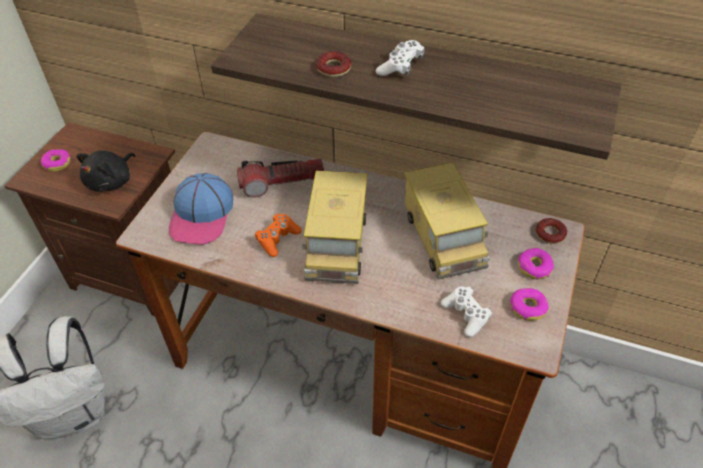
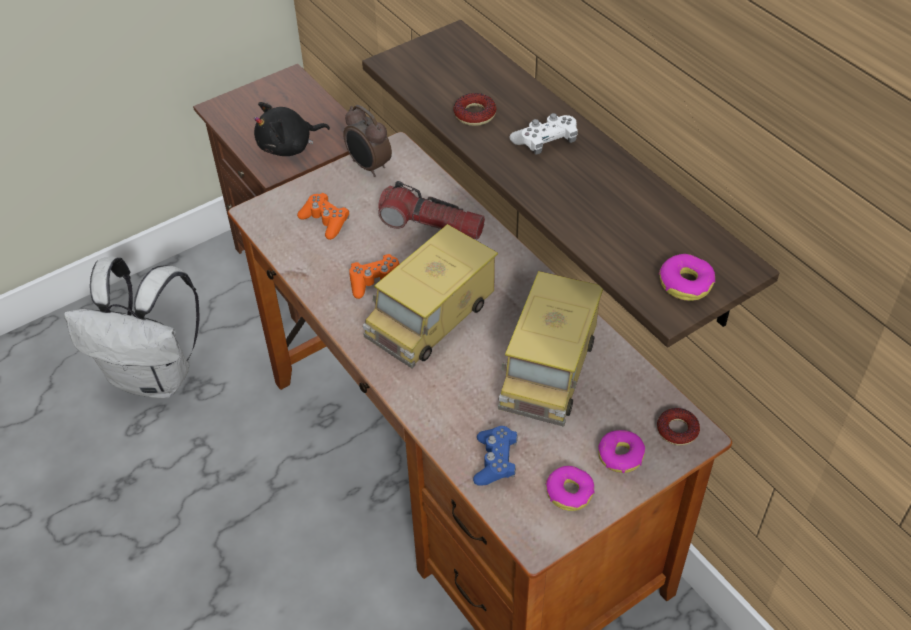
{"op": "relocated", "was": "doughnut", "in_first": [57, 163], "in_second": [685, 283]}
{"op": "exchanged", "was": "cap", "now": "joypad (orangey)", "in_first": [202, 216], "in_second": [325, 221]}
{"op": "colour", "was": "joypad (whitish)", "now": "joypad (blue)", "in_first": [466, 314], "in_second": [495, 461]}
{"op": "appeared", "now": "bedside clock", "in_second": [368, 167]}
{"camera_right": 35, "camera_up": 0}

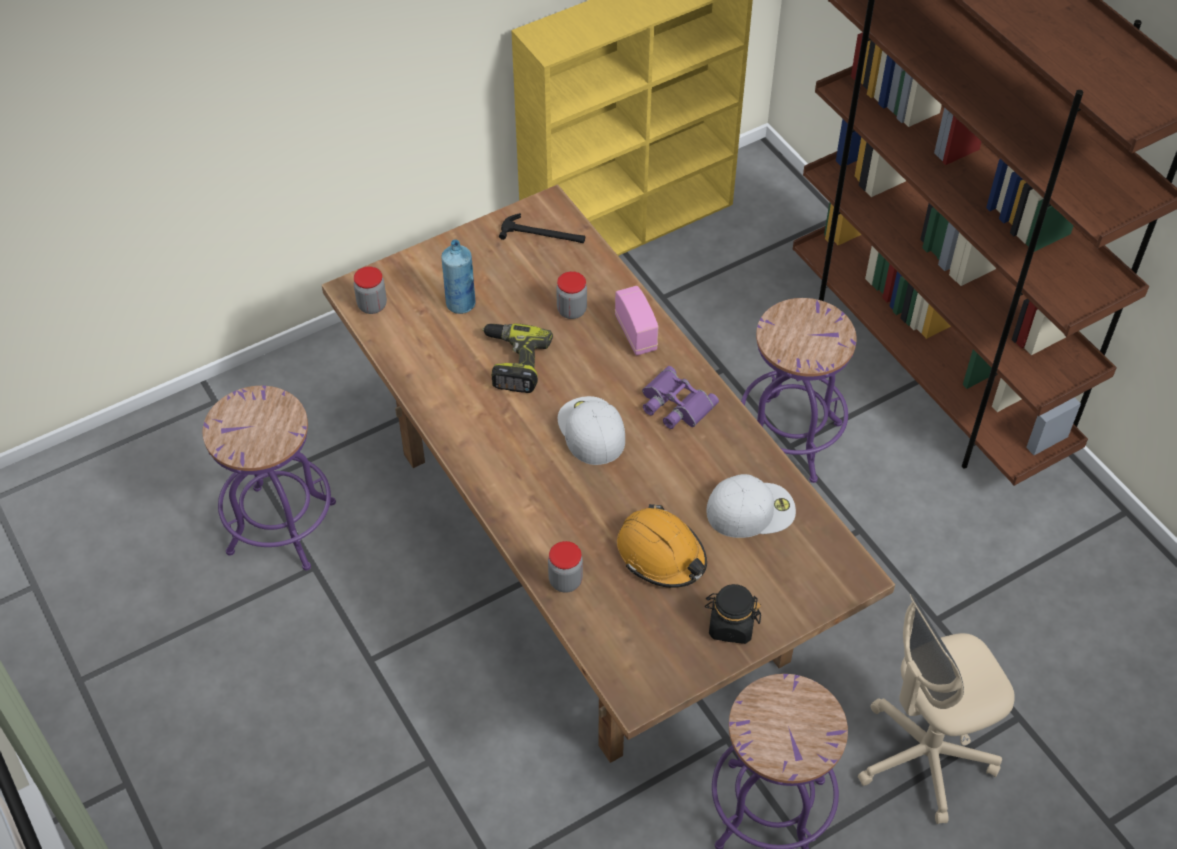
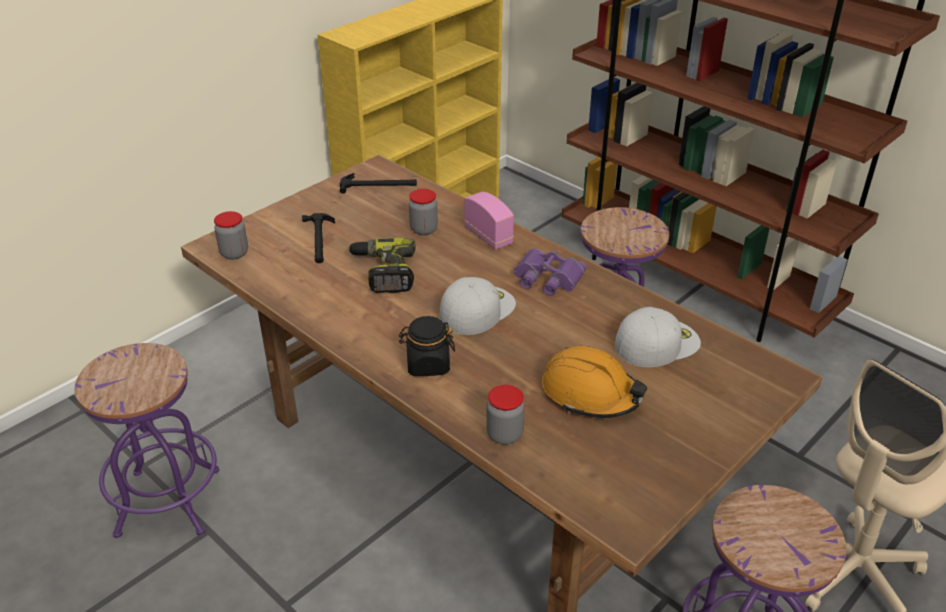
{"op": "exchanged", "was": "beverage bottle (blue)", "now": "hand hammer", "in_first": [460, 304], "in_second": [319, 240]}
{"op": "spun", "was": "cap (whitish)", "in_first": [590, 430], "in_second": [477, 309], "clockwise": 75}
{"op": "relocated", "was": "preserve jar (blackish)", "in_first": [731, 625], "in_second": [427, 364]}
{"camera_right": -15, "camera_up": -15}

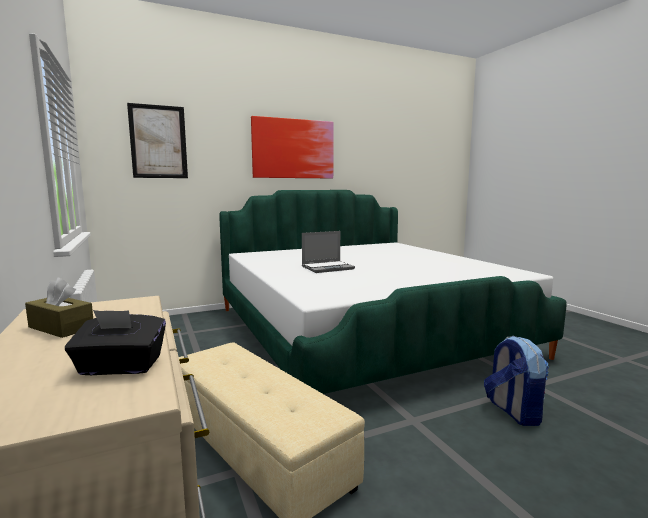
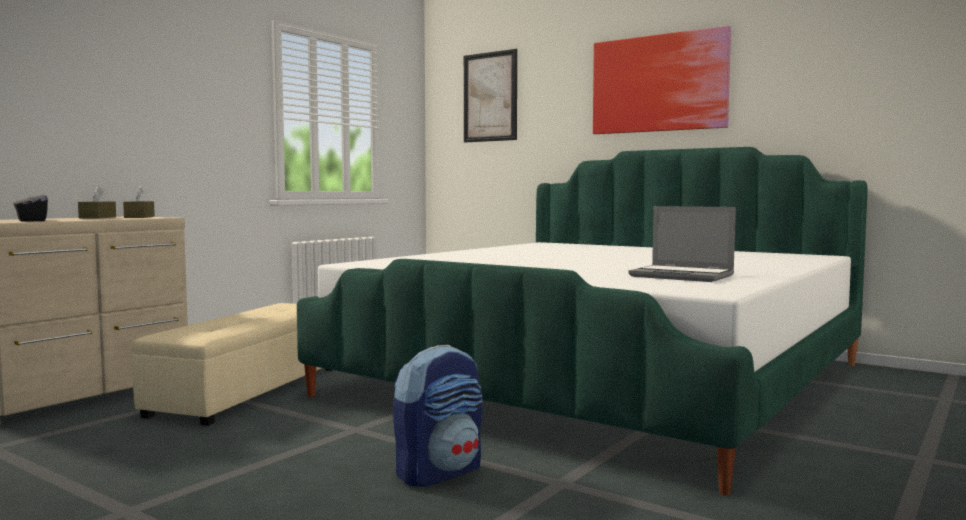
{"op": "relocated", "was": "notebook computer", "in_first": [328, 268], "in_second": [683, 276]}
{"op": "appeared", "now": "box of tissues (brown)", "in_second": [139, 217]}
{"camera_right": 60, "camera_up": -5}

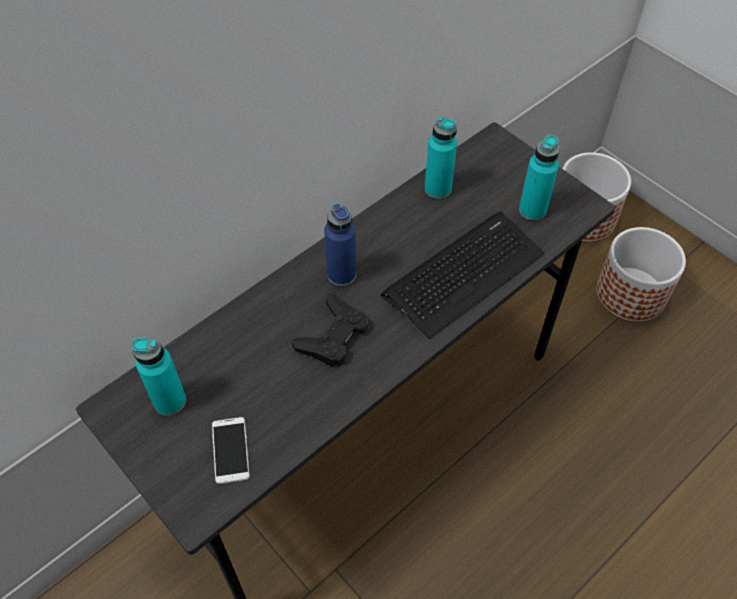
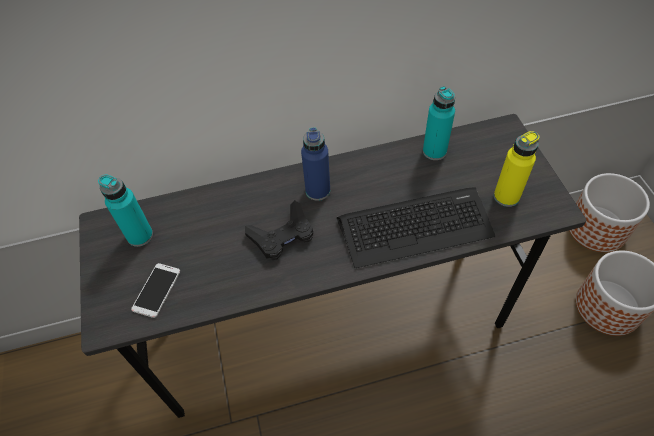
{"op": "colour", "was": "beverage bottle (blue-green)", "now": "beverage bottle (yellow)", "in_first": [532, 210], "in_second": [506, 196]}
{"camera_right": 30, "camera_up": 0}

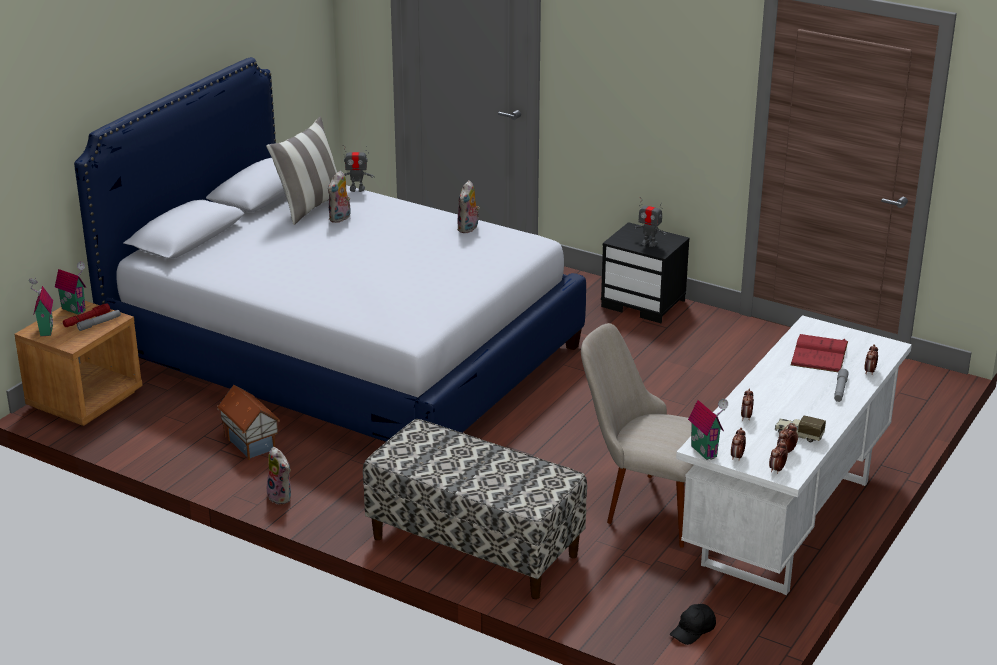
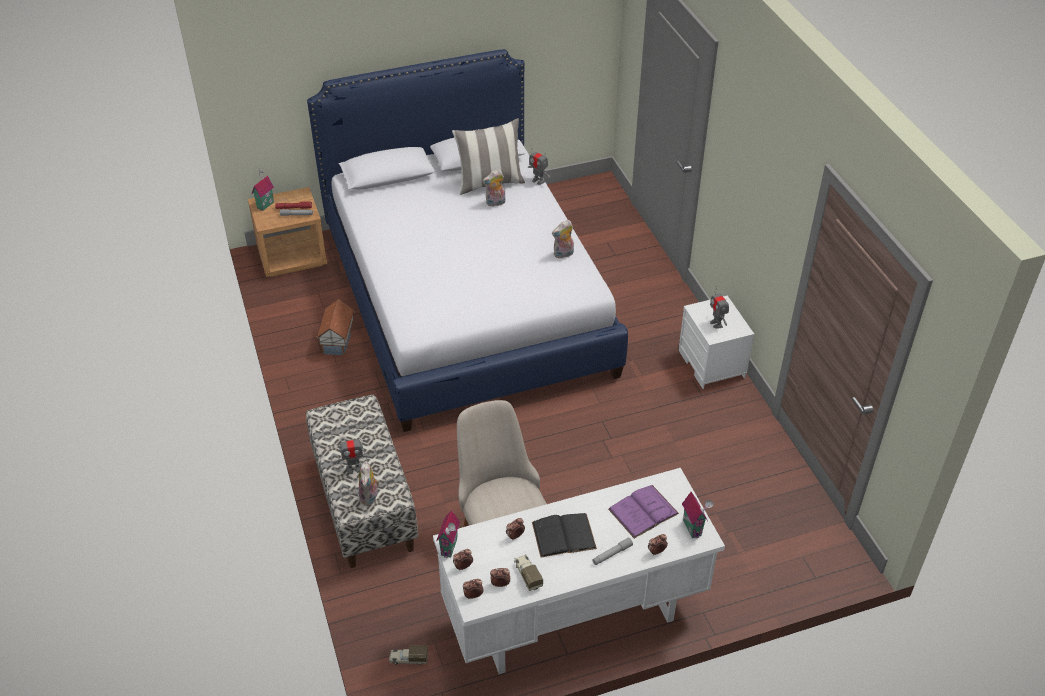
{"op": "relocated", "was": "miniature house", "in_first": [75, 309], "in_second": [694, 528]}
{"op": "relocated", "was": "cuddly toy", "in_first": [281, 497], "in_second": [370, 497]}
{"op": "colour", "was": "nightstand (blackish)", "now": "nightstand (whitish)", "in_first": [644, 303], "in_second": [712, 364]}
{"op": "exchanged", "was": "cap (blackish)", "now": "model truck", "in_first": [693, 631], "in_second": [408, 659]}
{"op": "colour", "was": "bound book (red-coloured)", "now": "bound book (purple)", "in_first": [819, 353], "in_second": [643, 511]}
{"op": "appeared", "now": "toy robot", "in_second": [354, 468]}
{"op": "appeared", "now": "bound book (blackish)", "in_second": [563, 535]}
{"camera_right": 40, "camera_up": 15}

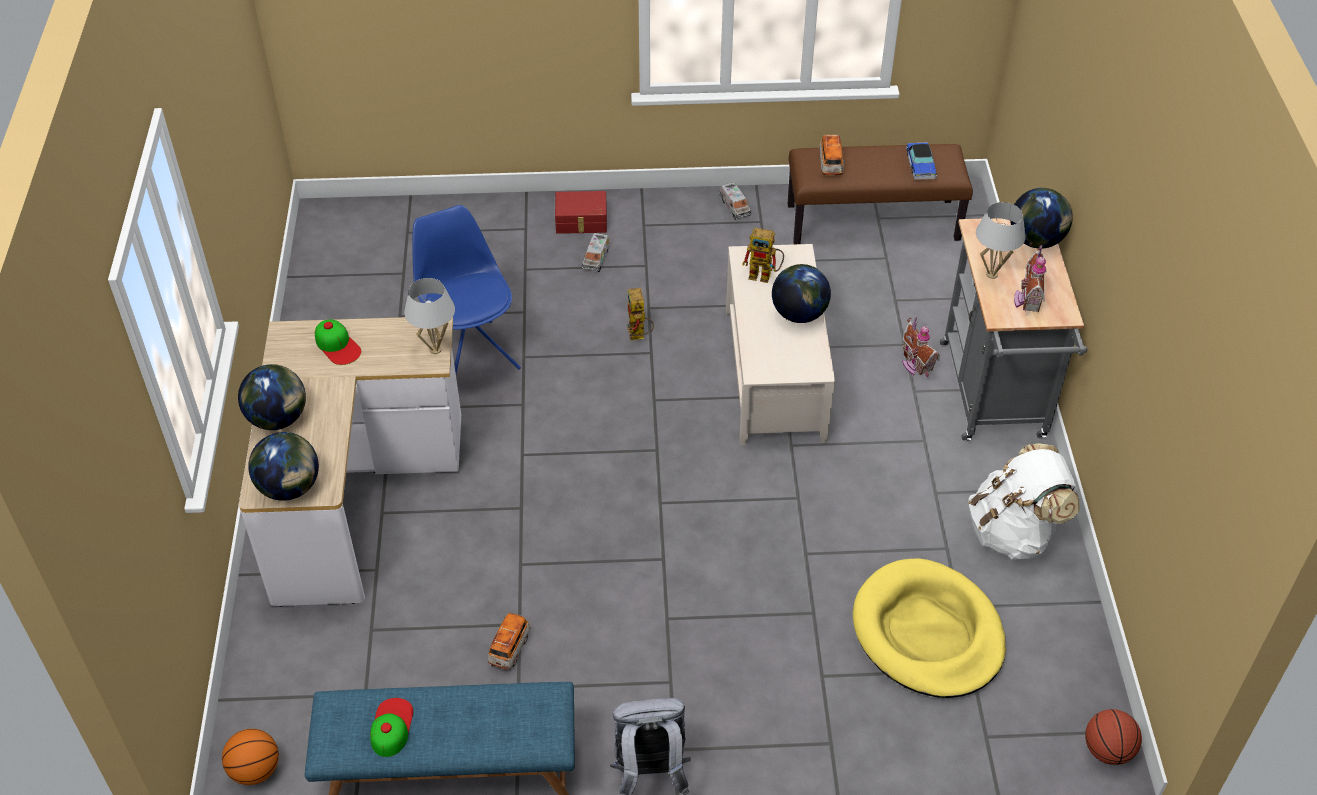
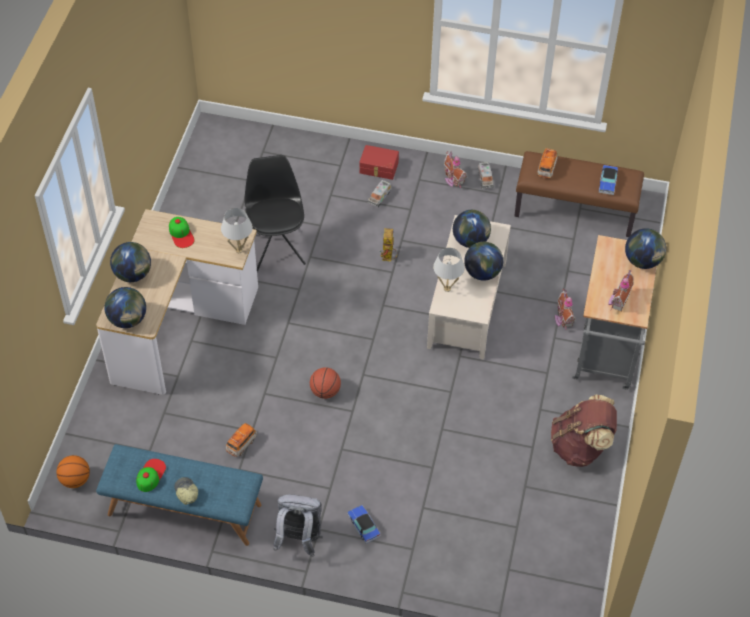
{"op": "colour", "was": "chair (blue)", "now": "chair (blackish)", "in_first": [471, 355], "in_second": [277, 248]}
{"op": "exchanged", "was": "toy robot", "now": "desk globe", "in_first": [765, 275], "in_second": [470, 240]}
{"op": "missing", "was": "dog cushion (yellow)", "in_first": [927, 633]}
{"op": "colour", "was": "knapsack (whitish)", "now": "knapsack (brown)", "in_first": [1013, 532], "in_second": [580, 447]}
{"op": "relocated", "was": "table lamp (whitish)", "in_first": [992, 275], "in_second": [447, 289]}
{"op": "relocated", "was": "basketball ball", "in_first": [1107, 750], "in_second": [325, 391]}
{"op": "appeared", "now": "cap", "in_second": [186, 492]}
{"op": "appeared", "now": "model car", "in_second": [363, 526]}
{"op": "appeared", "now": "miniature house", "in_second": [453, 180]}
{"camera_right": 15, "camera_up": 5}

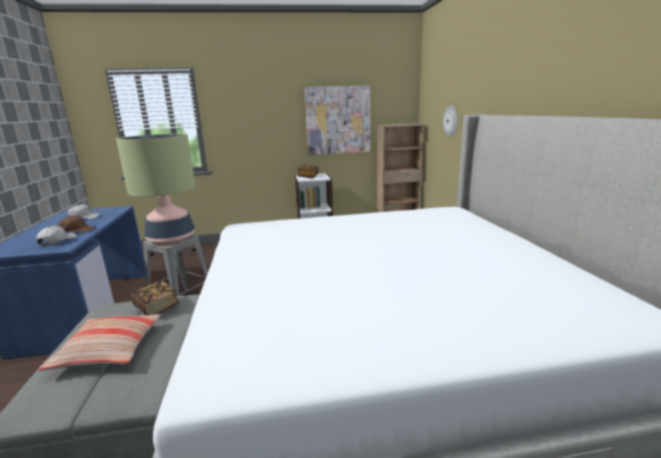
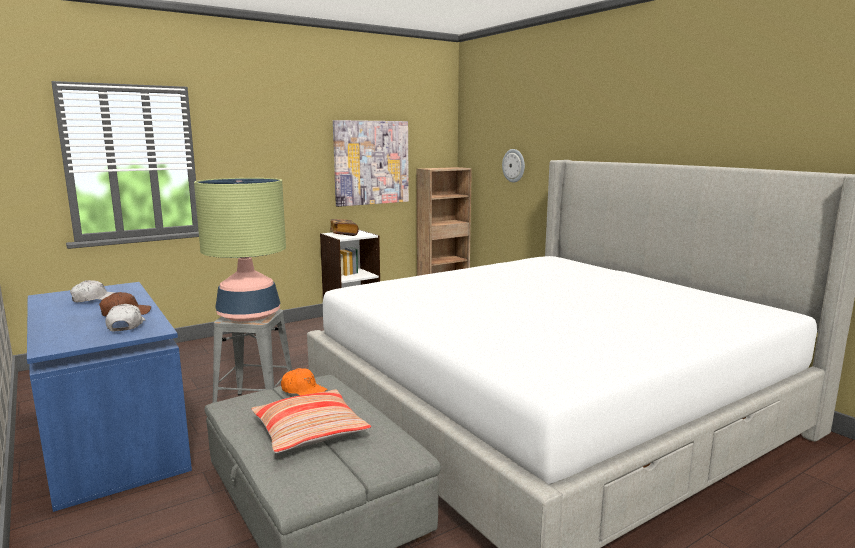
{"op": "exchanged", "was": "bound book", "now": "cap (orangey)", "in_first": [157, 308], "in_second": [303, 391]}
{"camera_right": -25, "camera_up": -5}

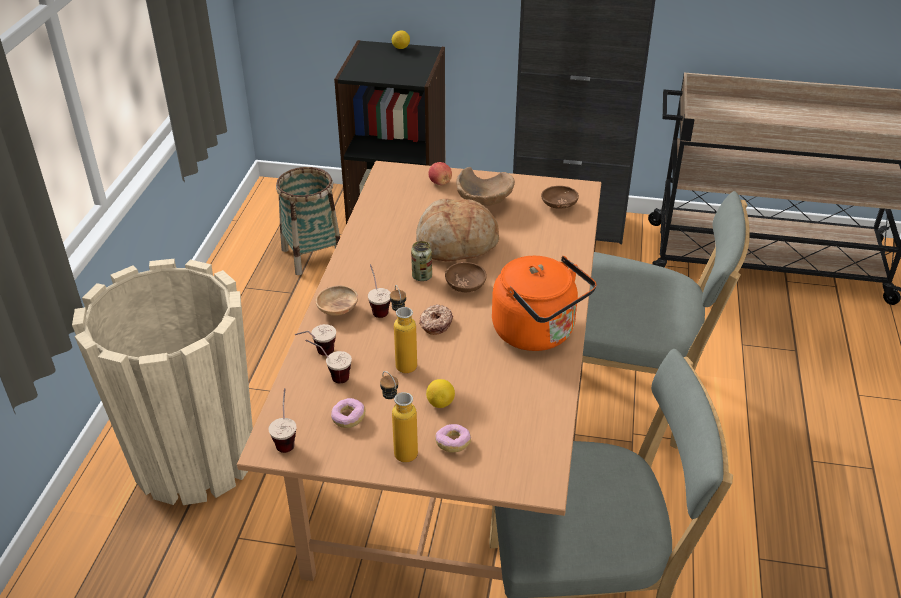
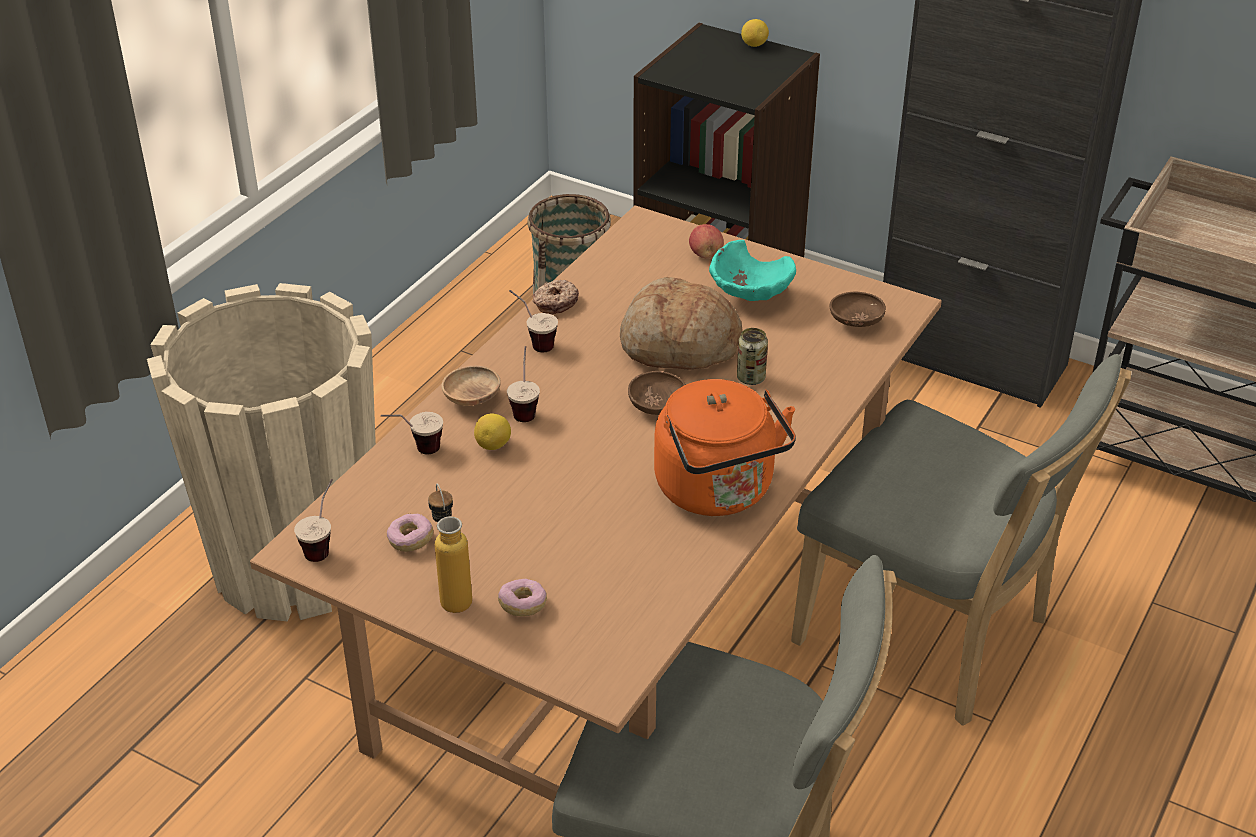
{"op": "relocated", "was": "small cup", "in_first": [330, 376], "in_second": [533, 342]}
{"op": "missing", "was": "beverage bottle", "in_first": [403, 361]}
{"op": "relocated", "was": "can", "in_first": [422, 276], "in_second": [751, 378]}
{"op": "relocated", "was": "doughnut", "in_first": [435, 324], "in_second": [555, 302]}
{"op": "relocated", "was": "lemon", "in_first": [440, 403], "in_second": [493, 445]}
{"op": "colour", "was": "deep dish (brown)", "now": "deep dish (blue-green)", "in_first": [483, 204], "in_second": [749, 297]}
{"camera_right": 20, "camera_up": 0}

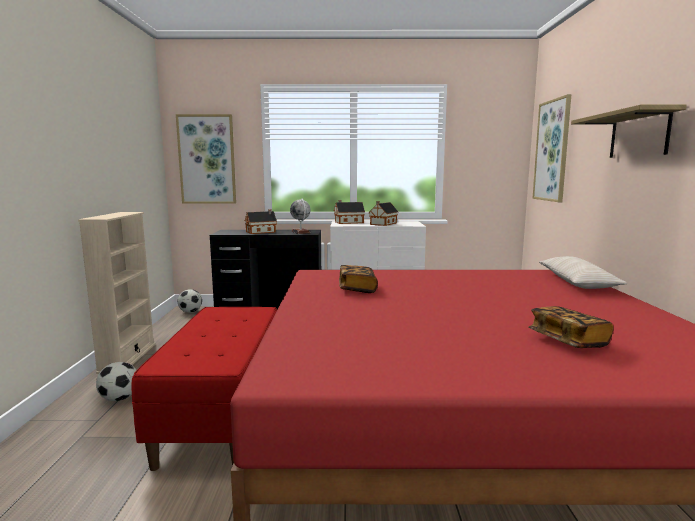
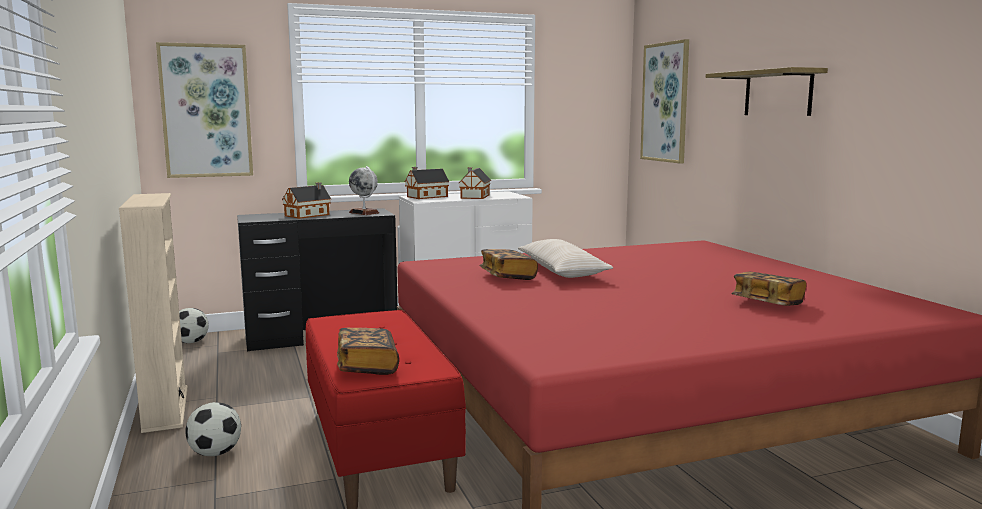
{"op": "relocated", "was": "pillow (beige-coloured)", "in_first": [577, 282], "in_second": [562, 271]}
{"op": "appeared", "now": "bound book", "in_second": [367, 366]}
{"camera_right": -20, "camera_up": 0}

